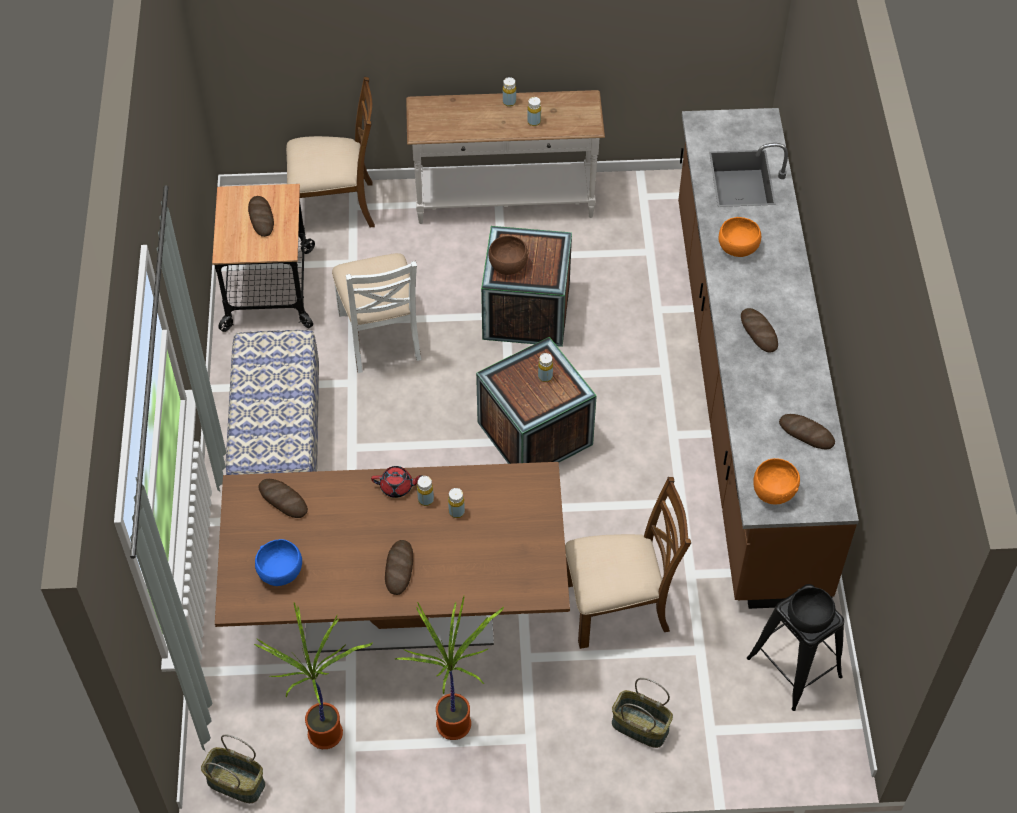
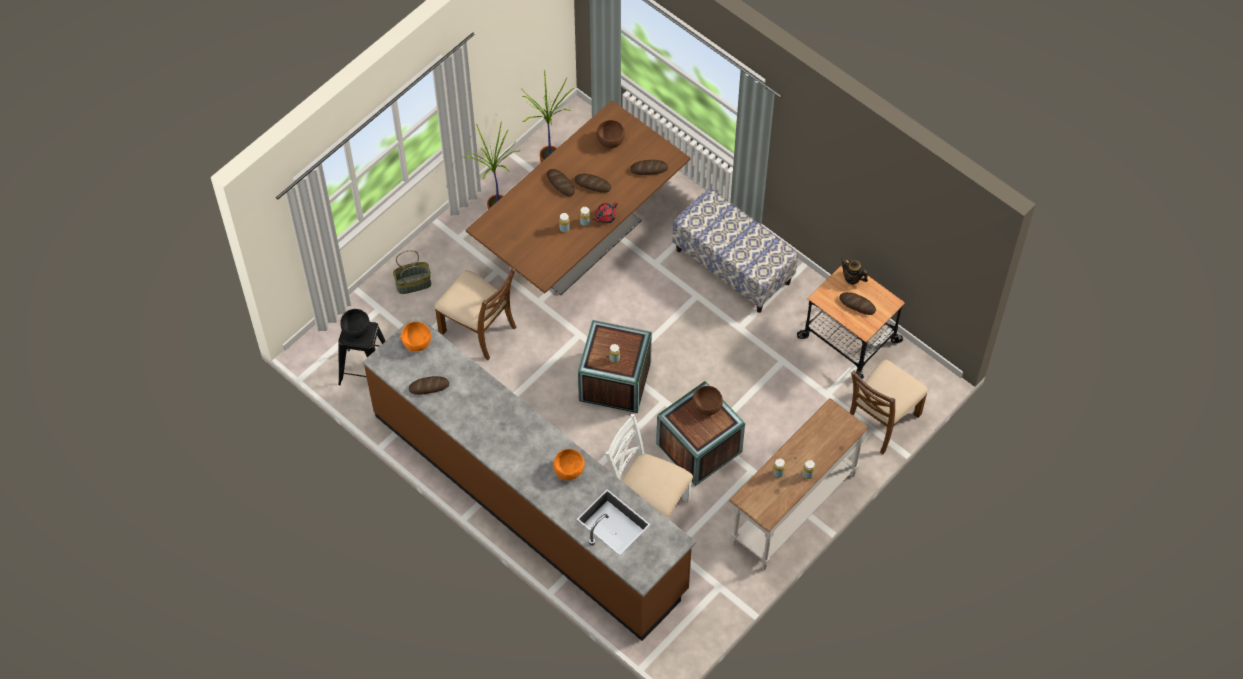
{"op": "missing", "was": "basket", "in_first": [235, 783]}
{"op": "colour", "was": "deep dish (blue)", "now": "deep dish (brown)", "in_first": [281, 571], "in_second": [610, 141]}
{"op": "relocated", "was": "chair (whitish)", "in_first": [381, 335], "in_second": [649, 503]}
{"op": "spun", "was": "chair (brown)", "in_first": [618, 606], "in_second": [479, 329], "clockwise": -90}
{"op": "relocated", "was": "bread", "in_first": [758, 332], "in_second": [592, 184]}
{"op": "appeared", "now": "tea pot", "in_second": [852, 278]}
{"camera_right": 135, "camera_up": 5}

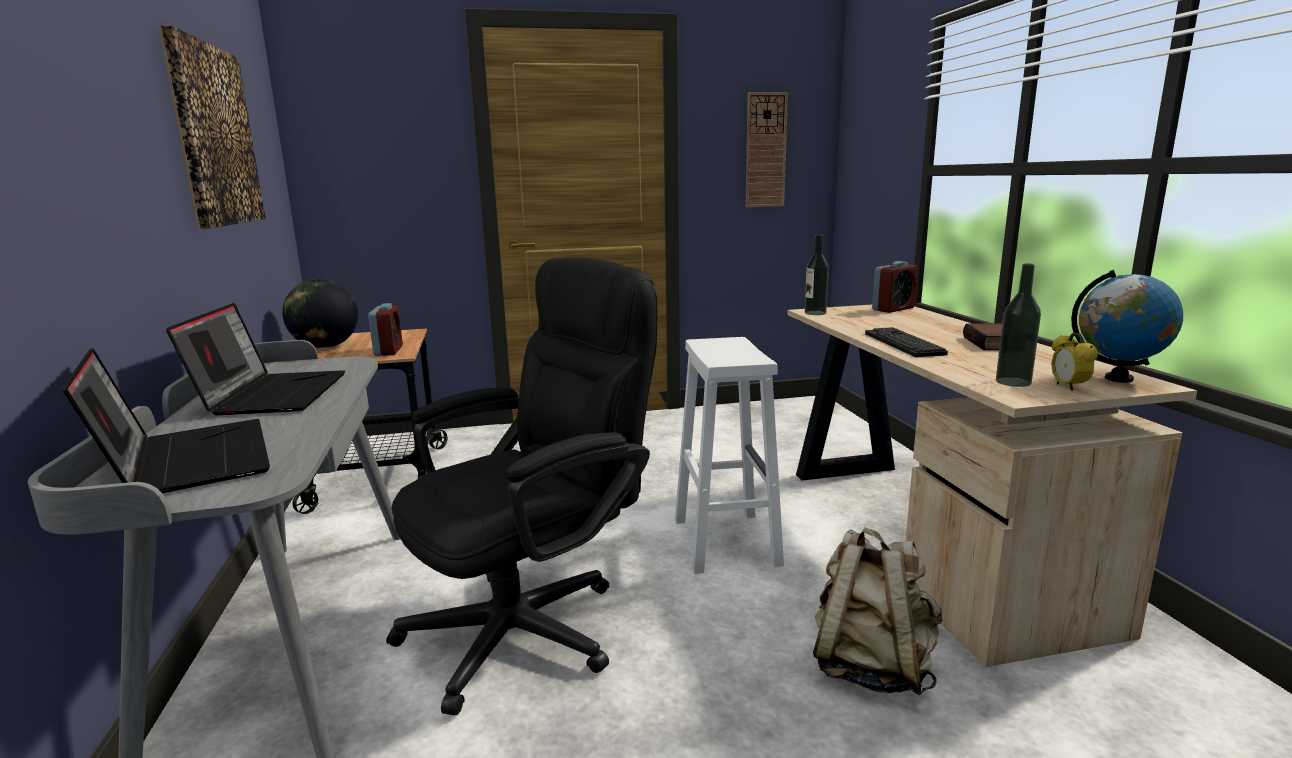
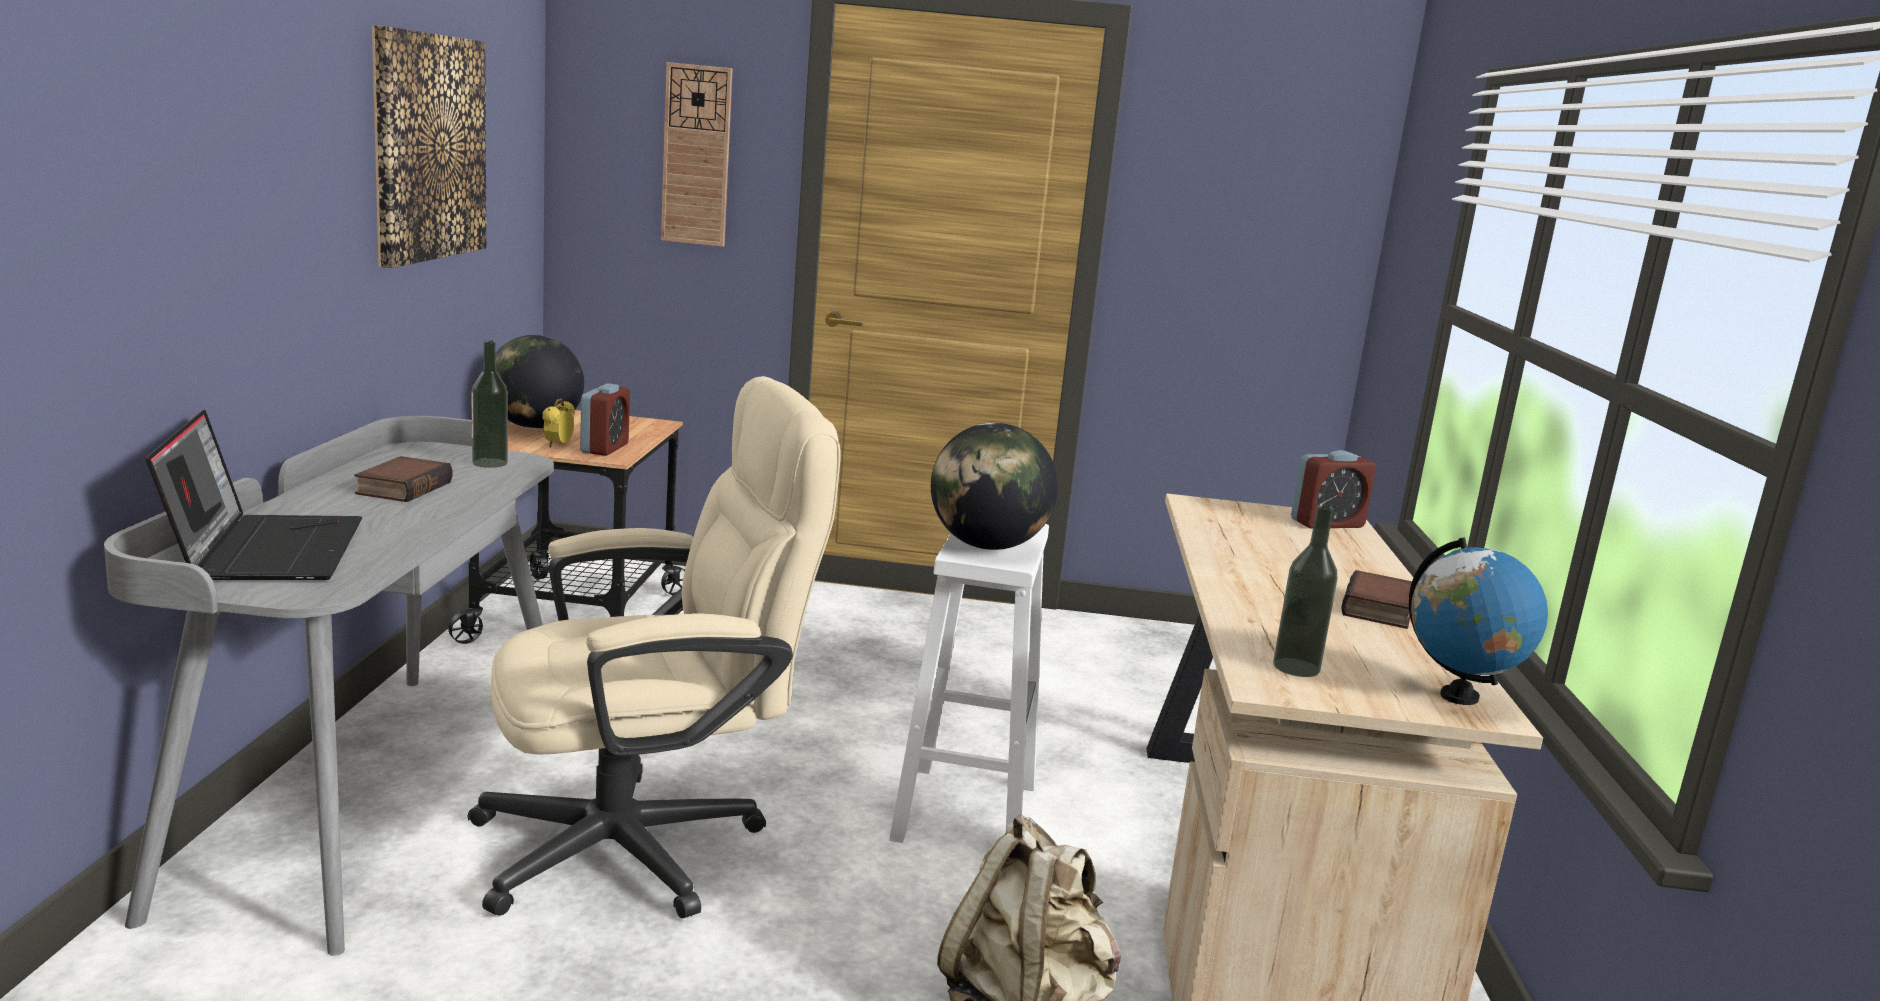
{"op": "exchanged", "was": "notebook computer", "now": "bound book", "in_first": [272, 394], "in_second": [402, 487]}
{"op": "colour", "was": "office chair (blackish)", "now": "office chair (beige-coloured)", "in_first": [533, 623], "in_second": [647, 844]}
{"op": "relocated", "was": "wall clock", "in_first": [765, 150], "in_second": [696, 155]}
{"op": "relocated", "was": "beverage bottle", "in_first": [815, 313], "in_second": [490, 463]}
{"op": "missing", "was": "computer keyboard", "in_first": [903, 343]}
{"op": "relocated", "was": "bedside clock", "in_first": [1068, 387], "in_second": [558, 446]}
{"op": "appeared", "now": "desk globe", "in_second": [987, 546]}
{"camera_right": 15, "camera_up": 0}

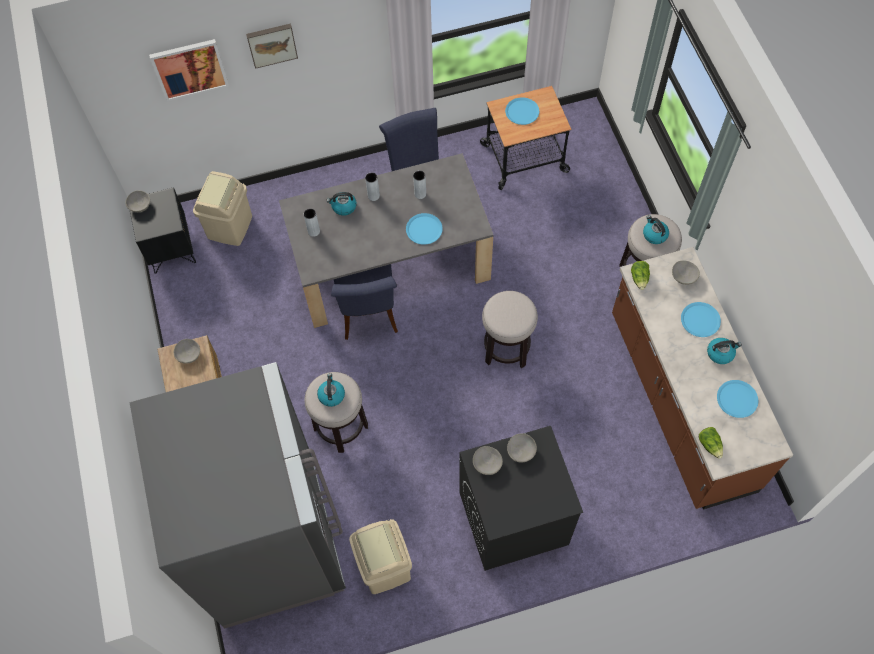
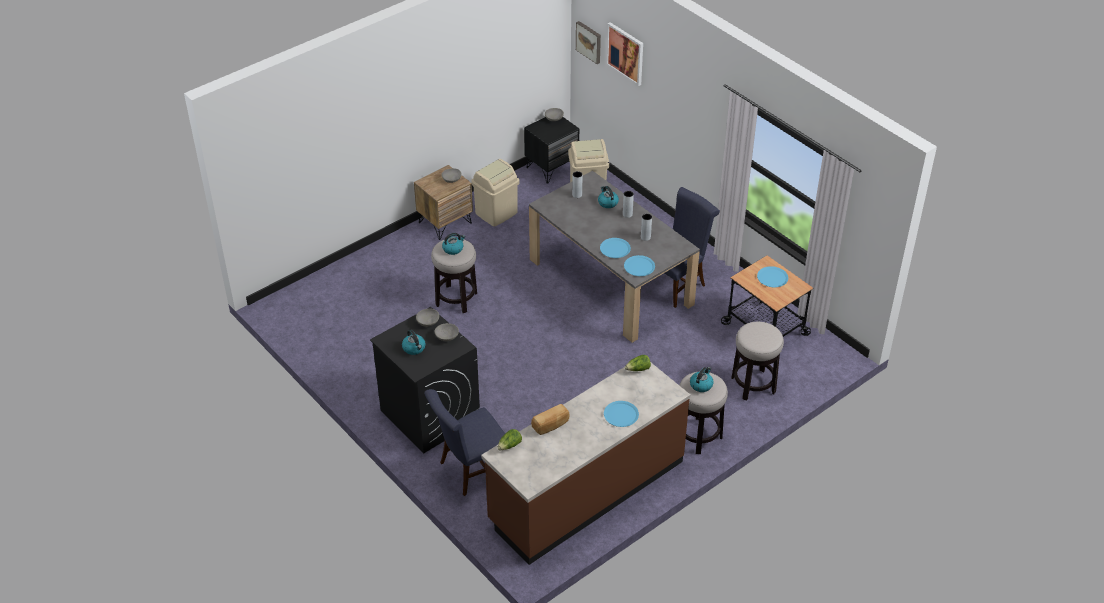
{"op": "missing", "was": "refrigerator (greyish)", "in_first": [270, 541]}
{"op": "relocated", "was": "picture", "in_first": [272, 44], "in_second": [589, 41]}
{"op": "relocated", "was": "chair (blue)", "in_first": [369, 316], "in_second": [470, 470]}
{"op": "relocated", "was": "waste bin (beige-coloured)", "in_first": [383, 566], "in_second": [496, 213]}
{"op": "relocated", "was": "stool seat", "in_first": [506, 348], "in_second": [753, 385]}
{"op": "missing", "was": "deep dish (greyish)", "in_first": [683, 277]}
{"op": "relocated", "was": "tea kettle", "in_first": [720, 353], "in_second": [414, 348]}
{"op": "relocated", "was": "flat dish (blue)", "in_first": [737, 399], "in_second": [639, 266]}
{"op": "appeared", "now": "bread", "in_second": [551, 425]}
{"camera_right": 65, "camera_up": -20}

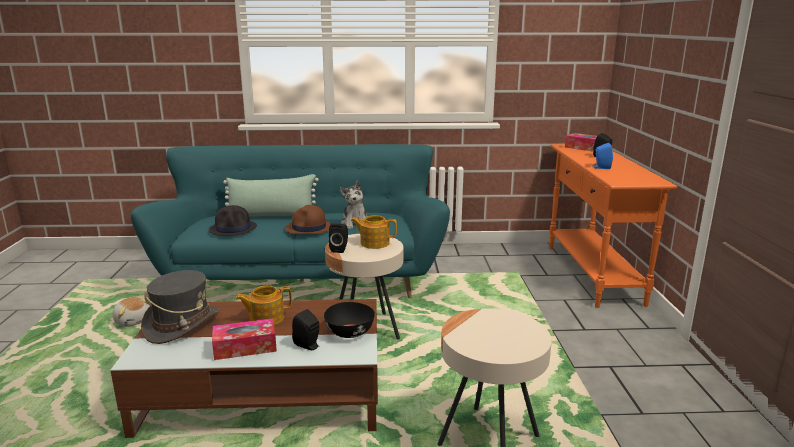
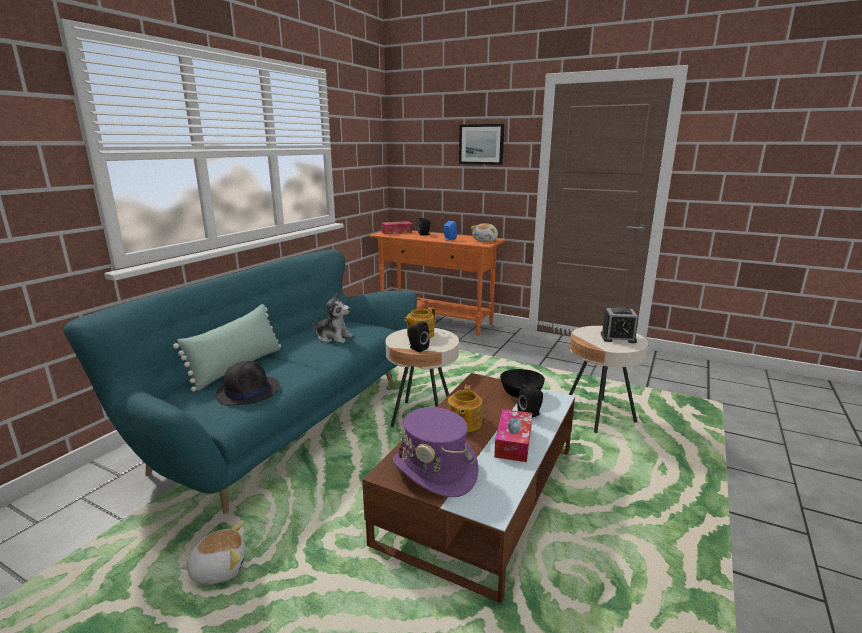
{"op": "colour", "was": "hat (greyish)", "now": "hat (purple)", "in_first": [182, 324], "in_second": [435, 470]}
{"op": "missing", "was": "hat (brown)", "in_first": [309, 228]}
{"op": "appeared", "now": "picture", "in_second": [481, 144]}
{"op": "appeared", "now": "cuddly toy", "in_second": [486, 240]}
{"op": "appeared", "now": "bedside clock", "in_second": [618, 338]}
{"camera_right": -60, "camera_up": 0}

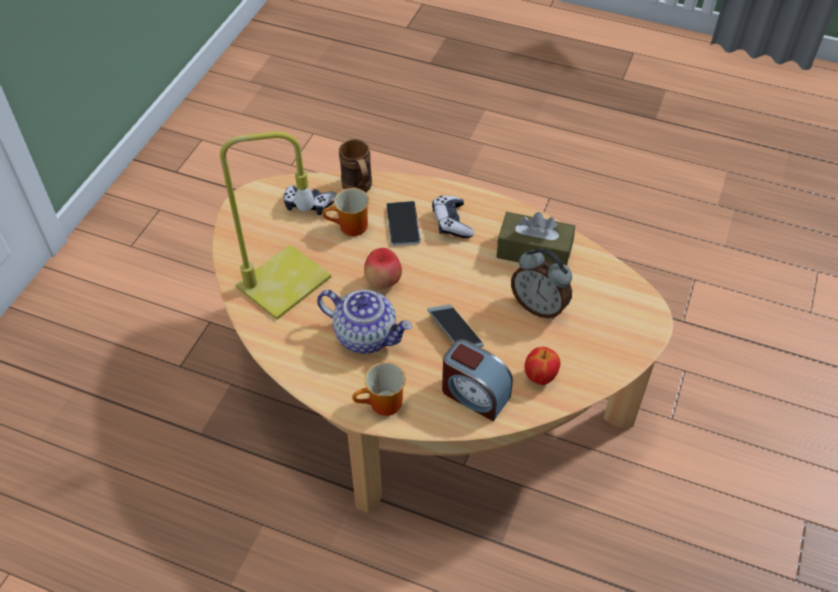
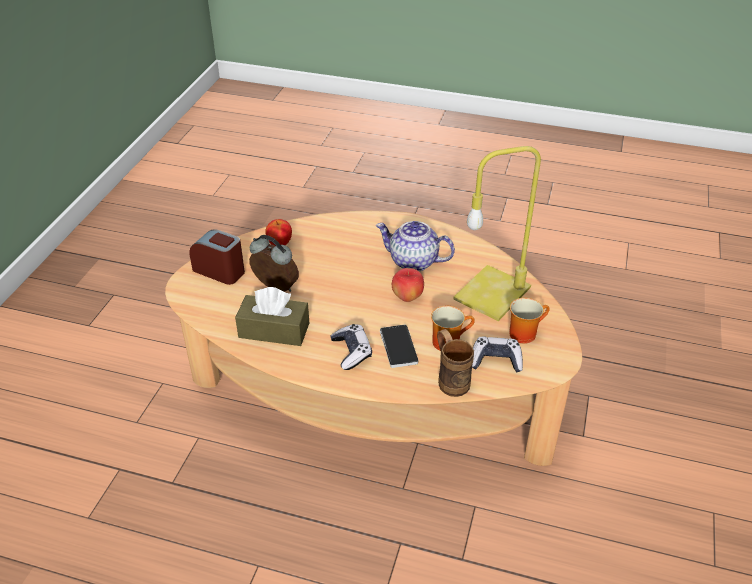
{"op": "relocated", "was": "coffee mug", "in_first": [383, 405], "in_second": [524, 332]}
{"op": "missing", "was": "phone", "in_first": [455, 331]}
{"op": "relocated", "was": "bedside clock", "in_first": [474, 394], "in_second": [220, 271]}
{"camera_right": 175, "camera_up": -10}

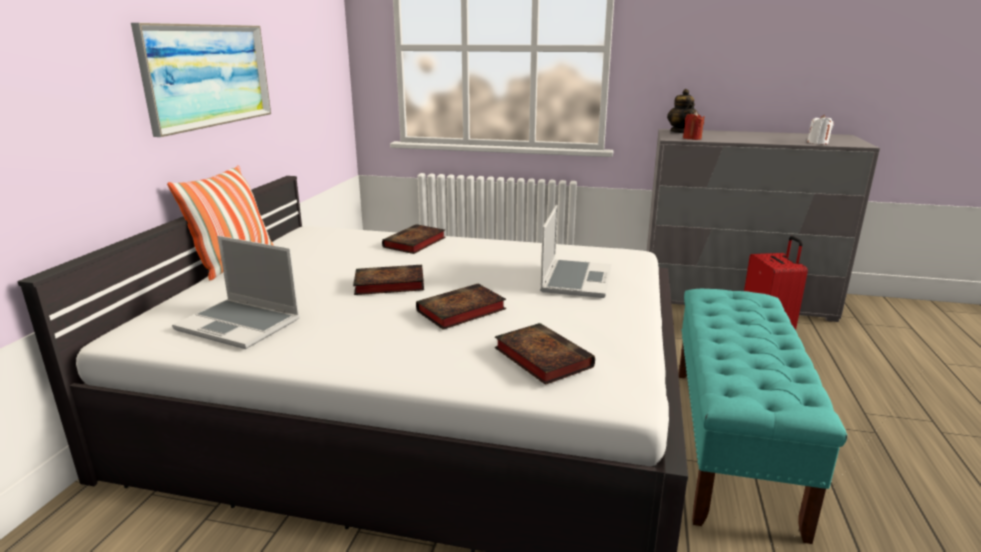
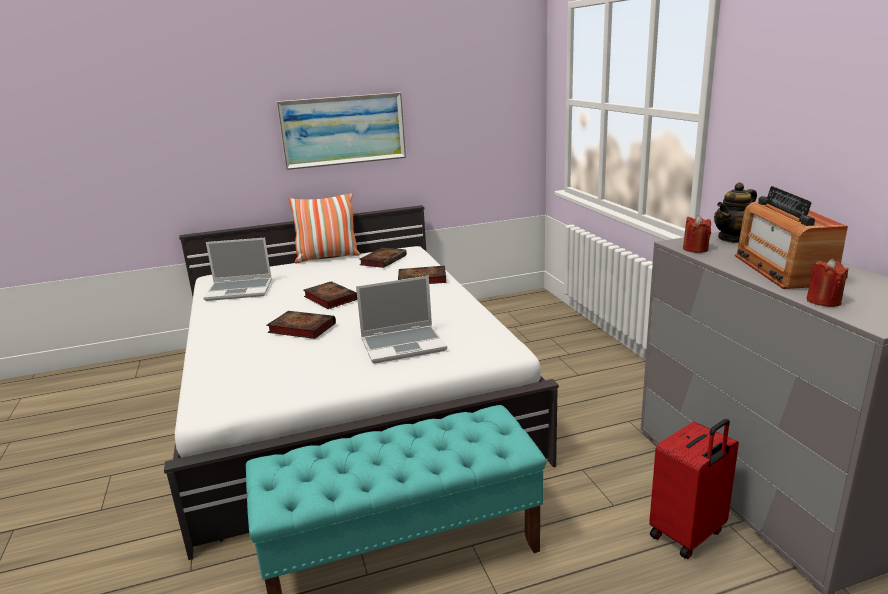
{"op": "spun", "was": "notebook computer", "in_first": [240, 325], "in_second": [240, 290], "clockwise": -90}
{"op": "relocated", "was": "bound book", "in_first": [540, 357], "in_second": [383, 260]}
{"op": "colour", "was": "wax light (whitish)", "now": "wax light (red-coloured)", "in_first": [817, 143], "in_second": [823, 301]}
{"op": "appeared", "now": "radio", "in_second": [781, 269]}
{"camera_right": 60, "camera_up": 0}

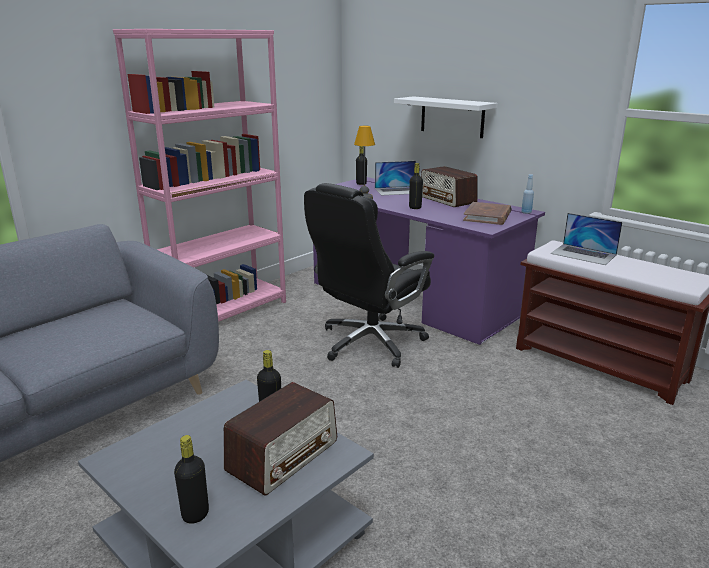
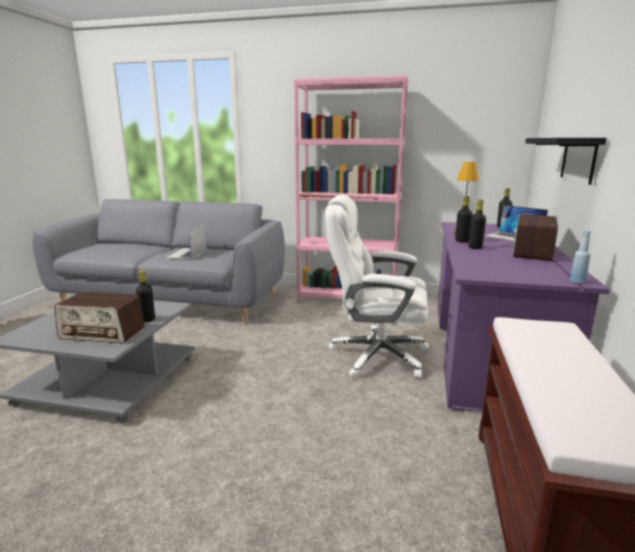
{"op": "relocated", "was": "beverage bottle (blackish)", "in_first": [195, 514], "in_second": [462, 241]}
{"op": "colour", "was": "office chair (blackish)", "now": "office chair (whitish)", "in_first": [369, 343], "in_second": [376, 355]}
{"op": "colour", "was": "shelf (whitish)", "now": "shelf (blackish)", "in_first": [452, 117], "in_second": [578, 159]}
{"op": "missing", "was": "bound book (brown)", "in_first": [487, 216]}
{"op": "relocated", "was": "notebook computer", "in_first": [583, 254], "in_second": [187, 253]}
{"camera_right": 60, "camera_up": -5}

